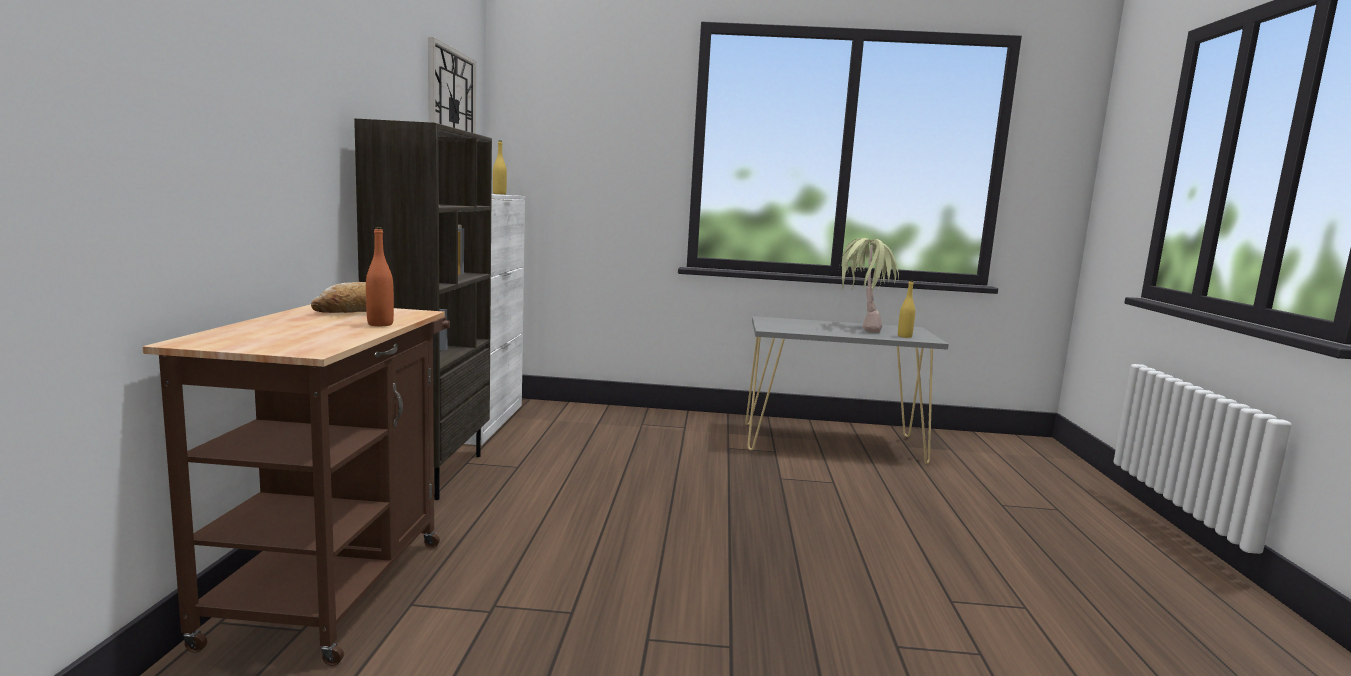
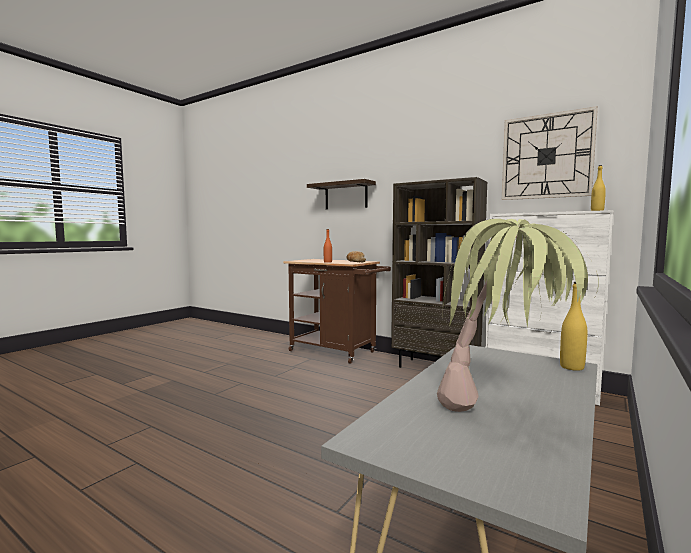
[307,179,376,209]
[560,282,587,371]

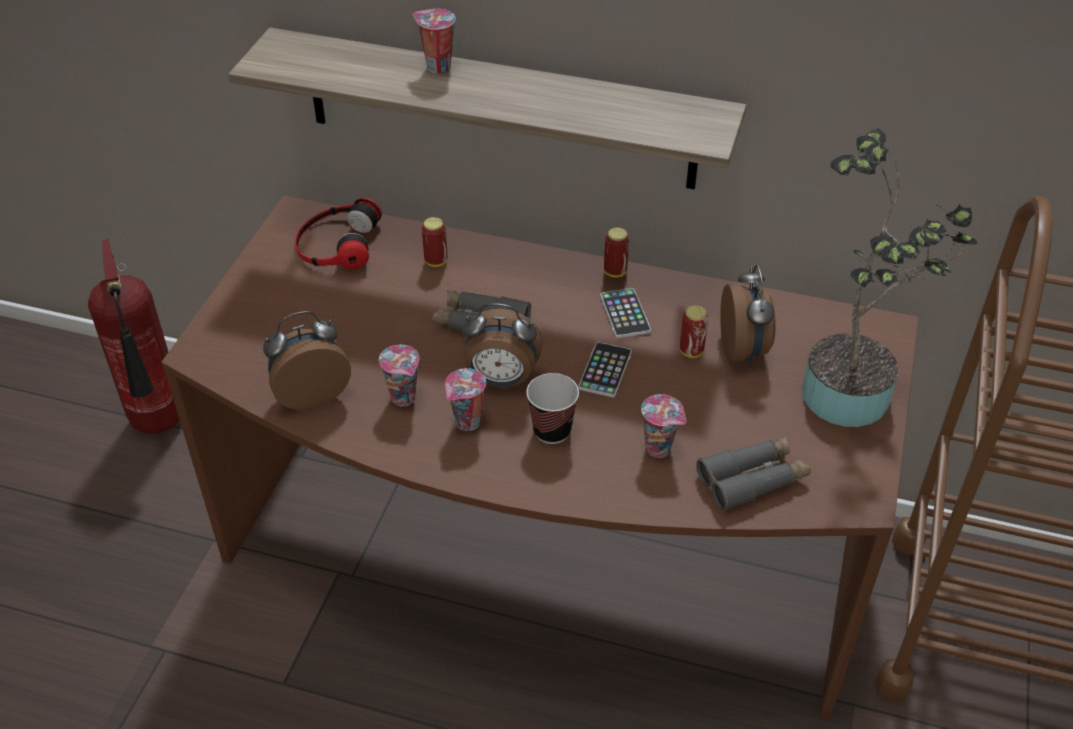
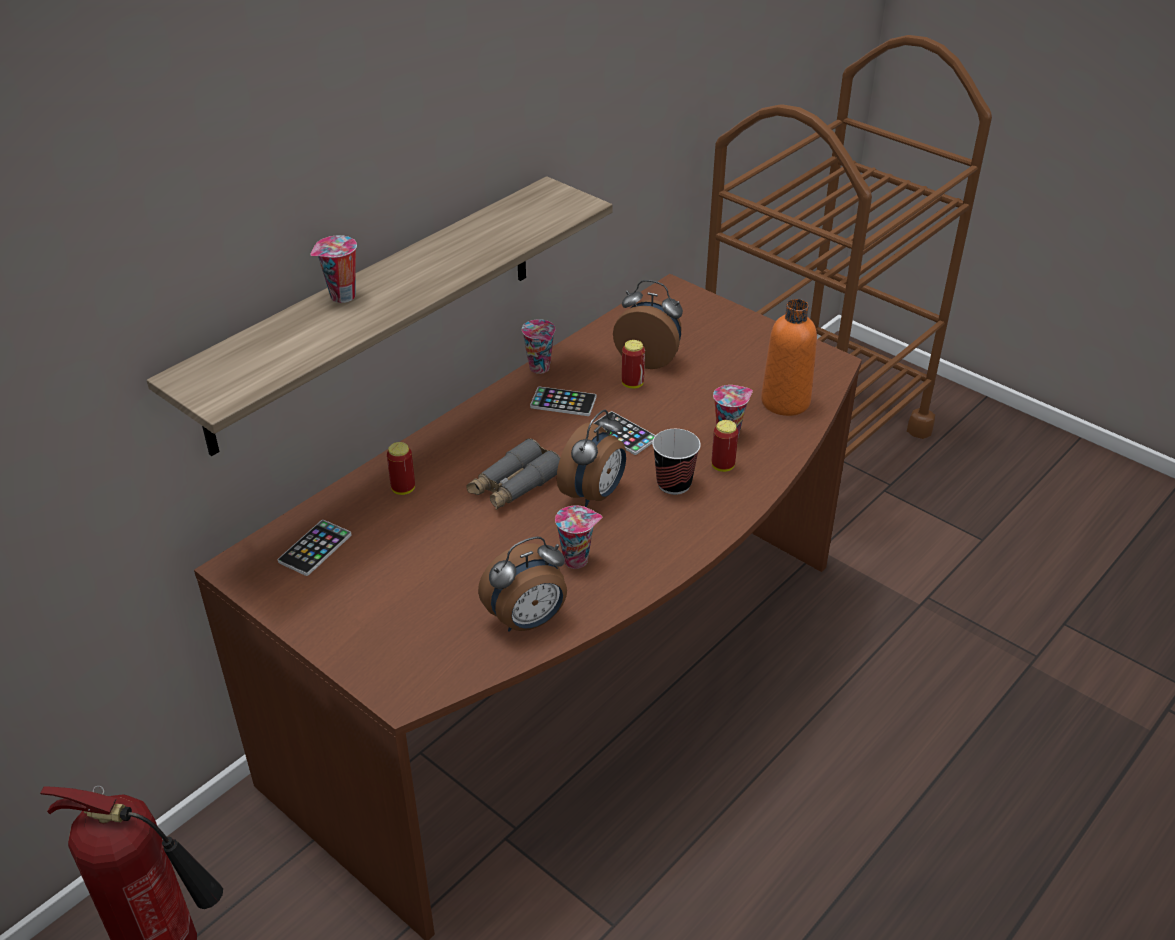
[278,520,352,576]
[478,536,567,632]
[522,319,556,374]
[712,420,738,472]
[761,299,817,416]
[802,128,977,427] (first image)

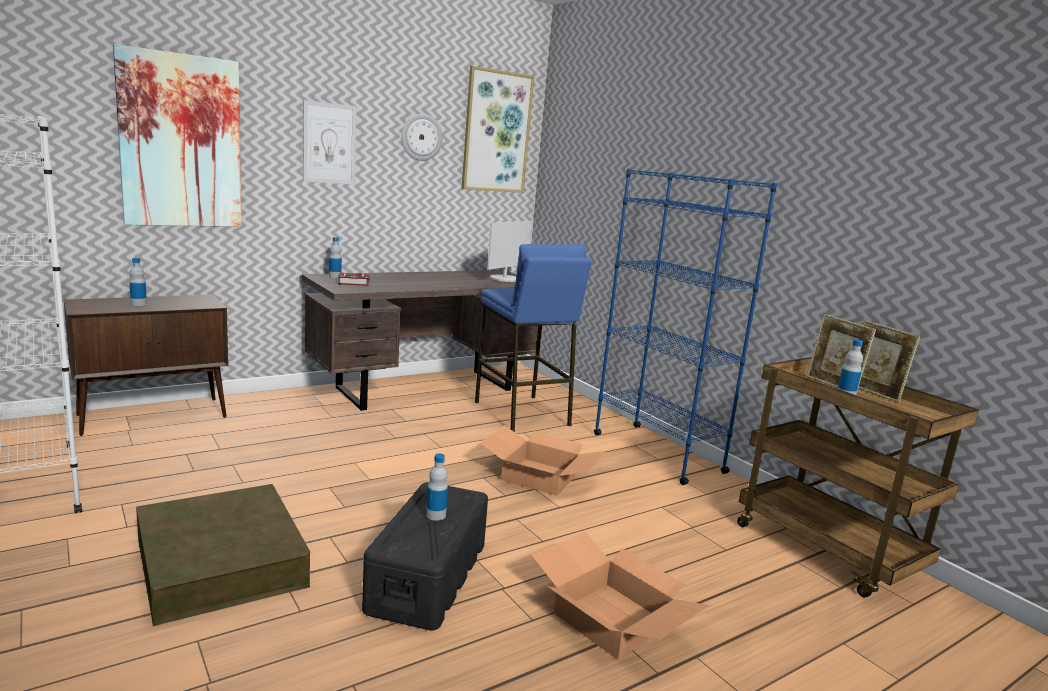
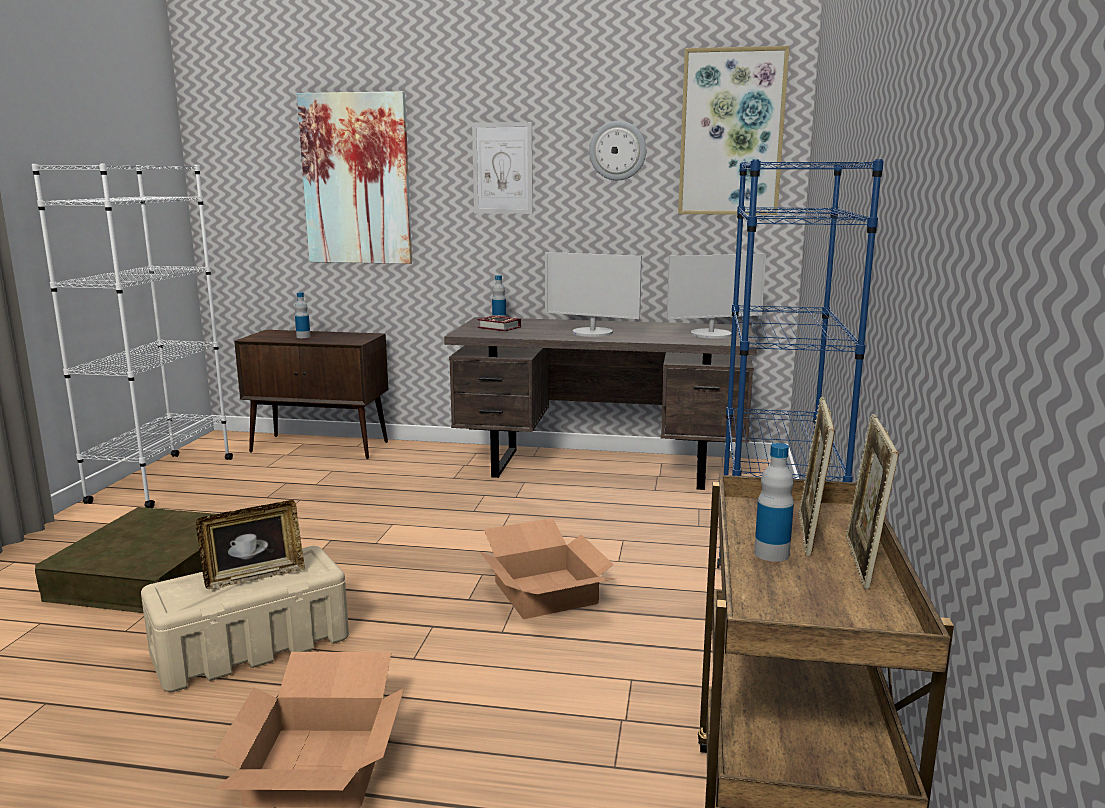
[141,546,349,692]
[196,500,305,589]
[545,252,642,337]
[475,243,591,432] (first image)

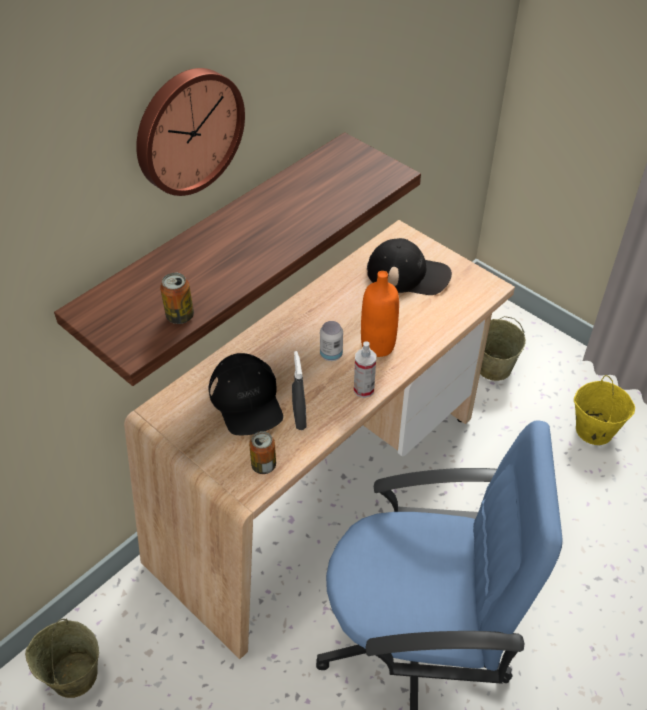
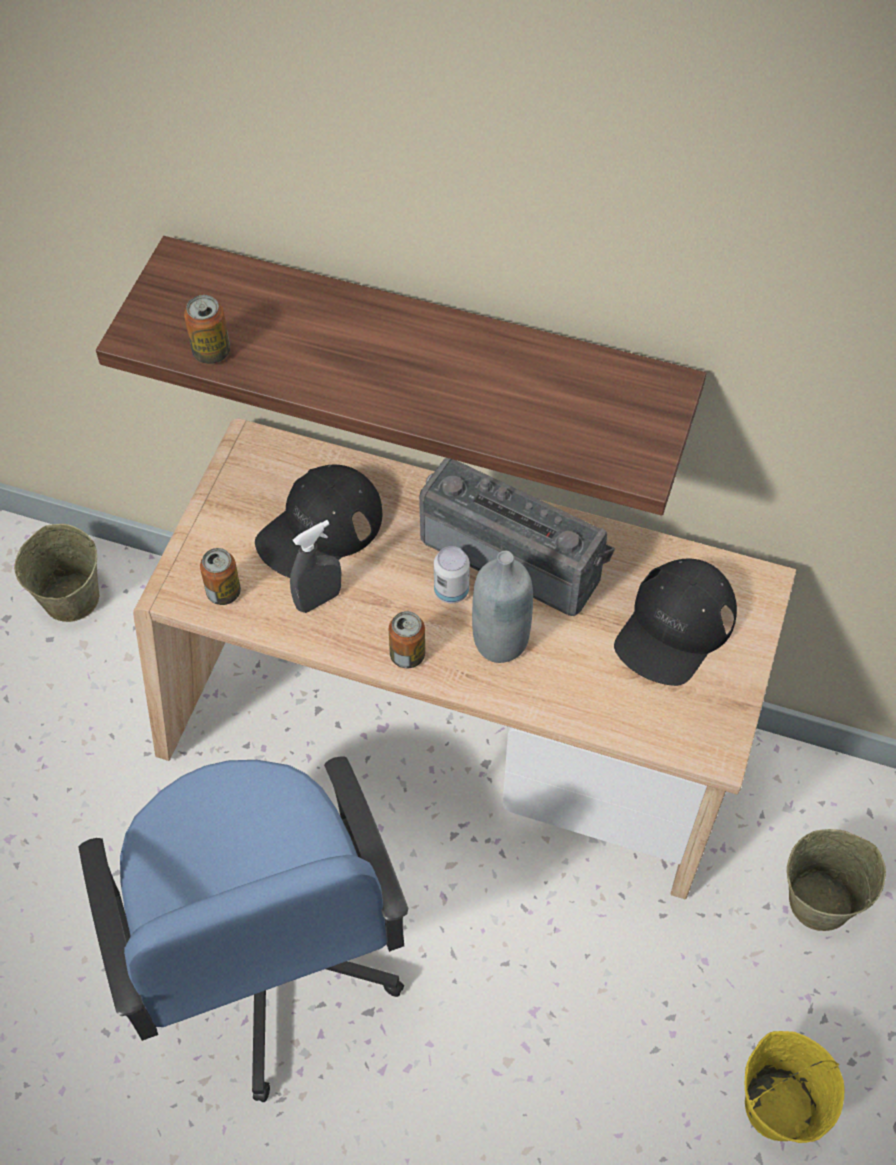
[389,611,425,668]
[419,458,615,616]
[472,551,533,663]
[614,558,737,686]
[136,68,245,196] (first image)

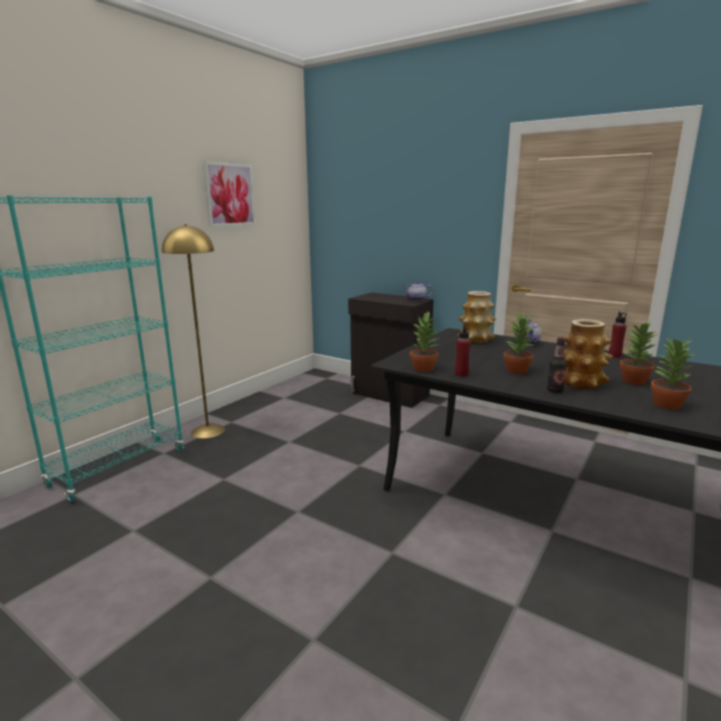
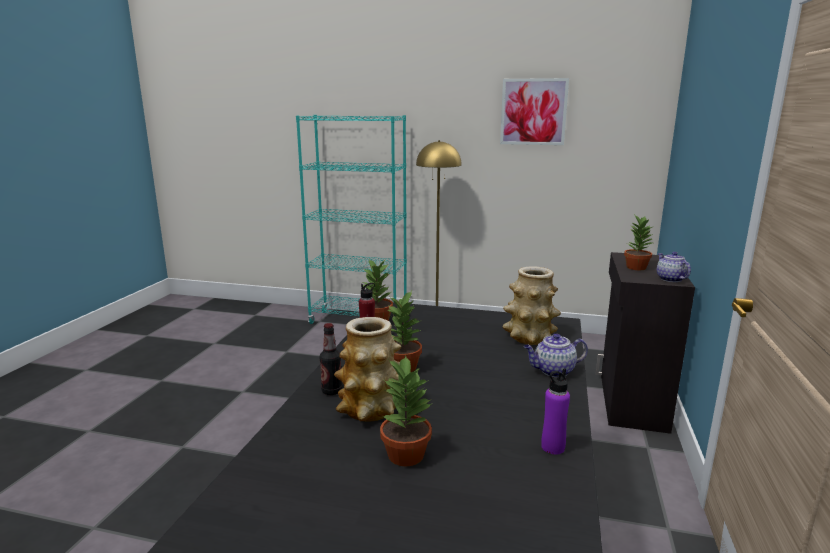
[541,368,570,455]
[624,214,653,270]

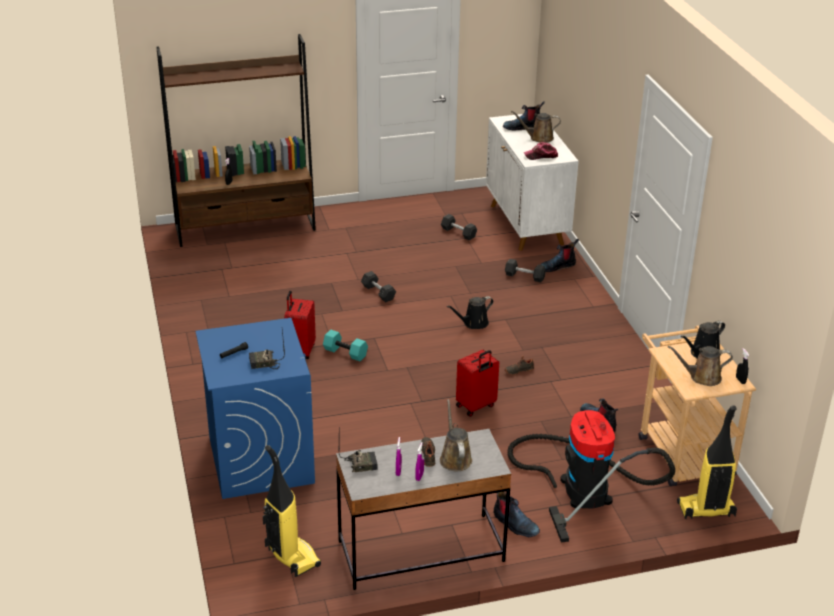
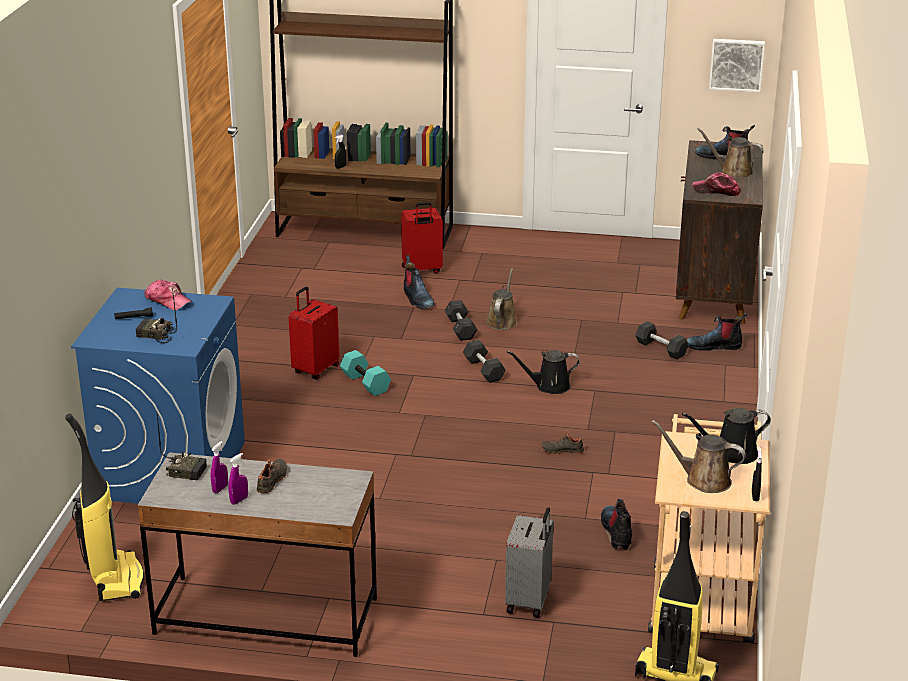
[144,279,193,310]
[401,202,443,274]
[404,255,435,309]
[463,340,506,383]
[486,268,517,330]
[505,507,554,618]
[676,140,763,324]
[709,39,765,92]

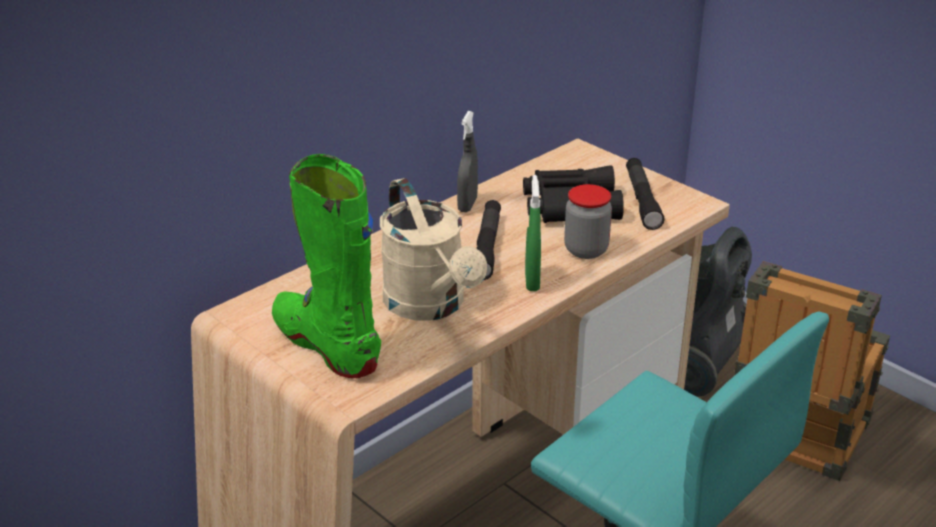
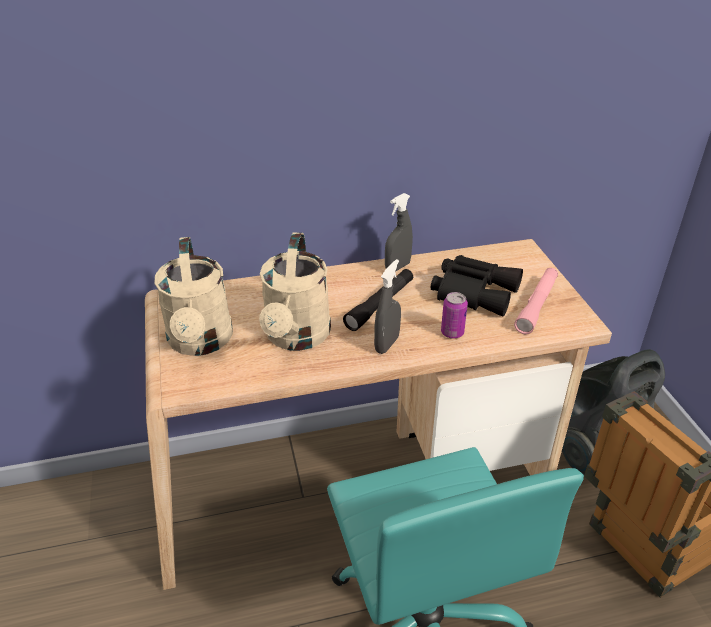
[154,237,233,356]
[374,259,401,354]
[441,292,468,339]
[514,268,558,334]

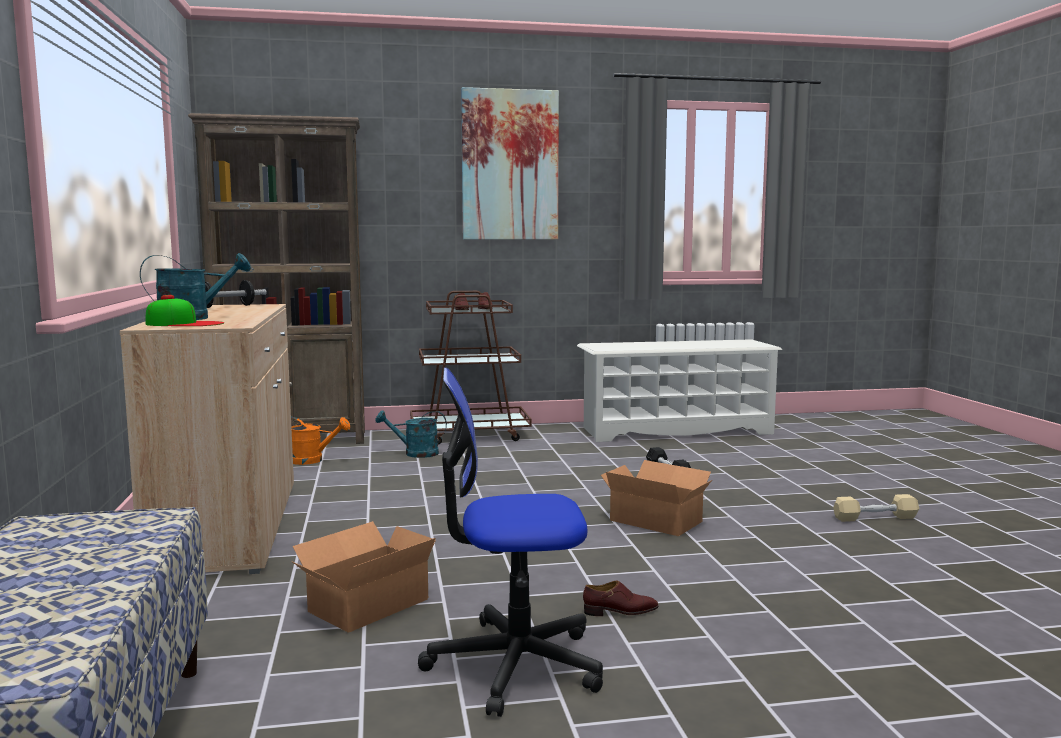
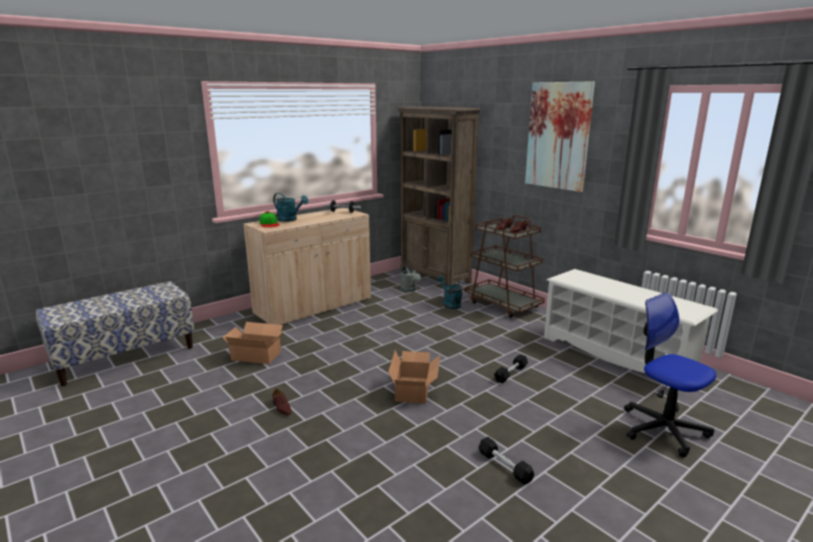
[401,265,421,292]
[478,437,534,484]
[624,293,716,457]

